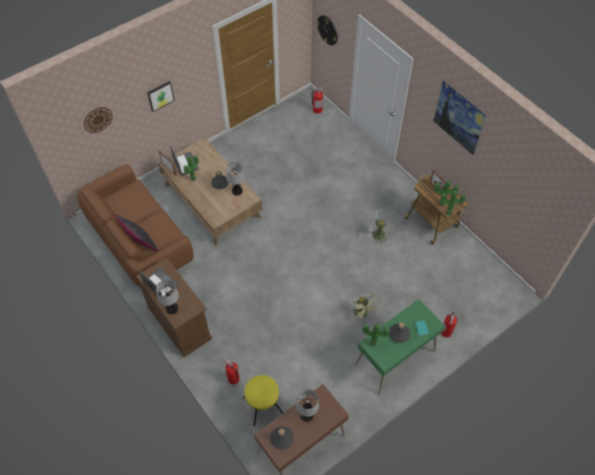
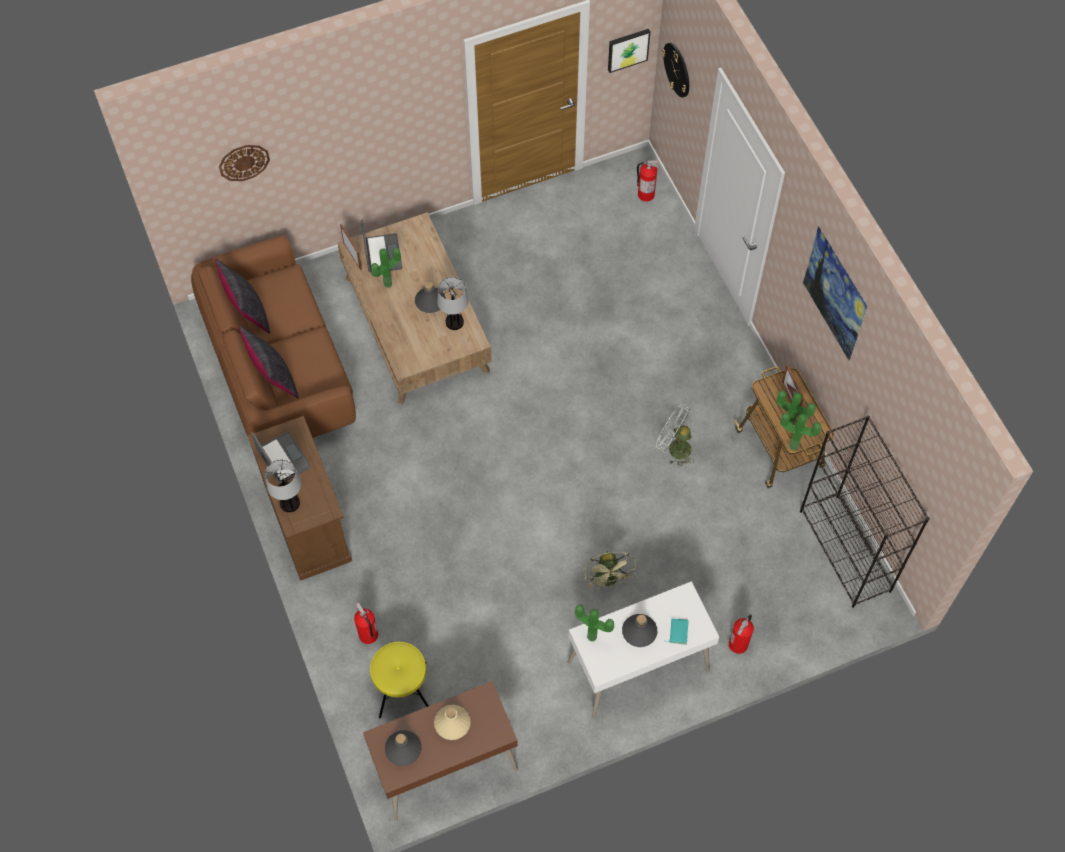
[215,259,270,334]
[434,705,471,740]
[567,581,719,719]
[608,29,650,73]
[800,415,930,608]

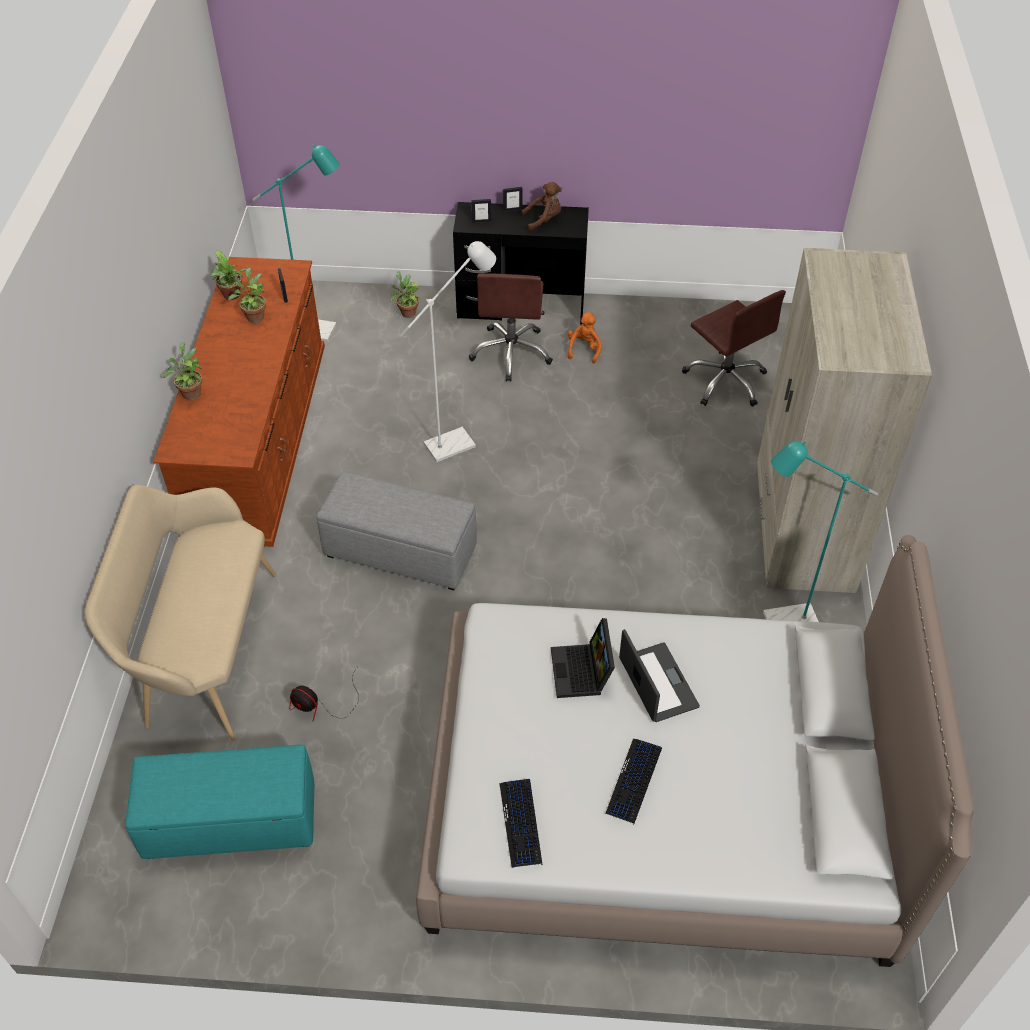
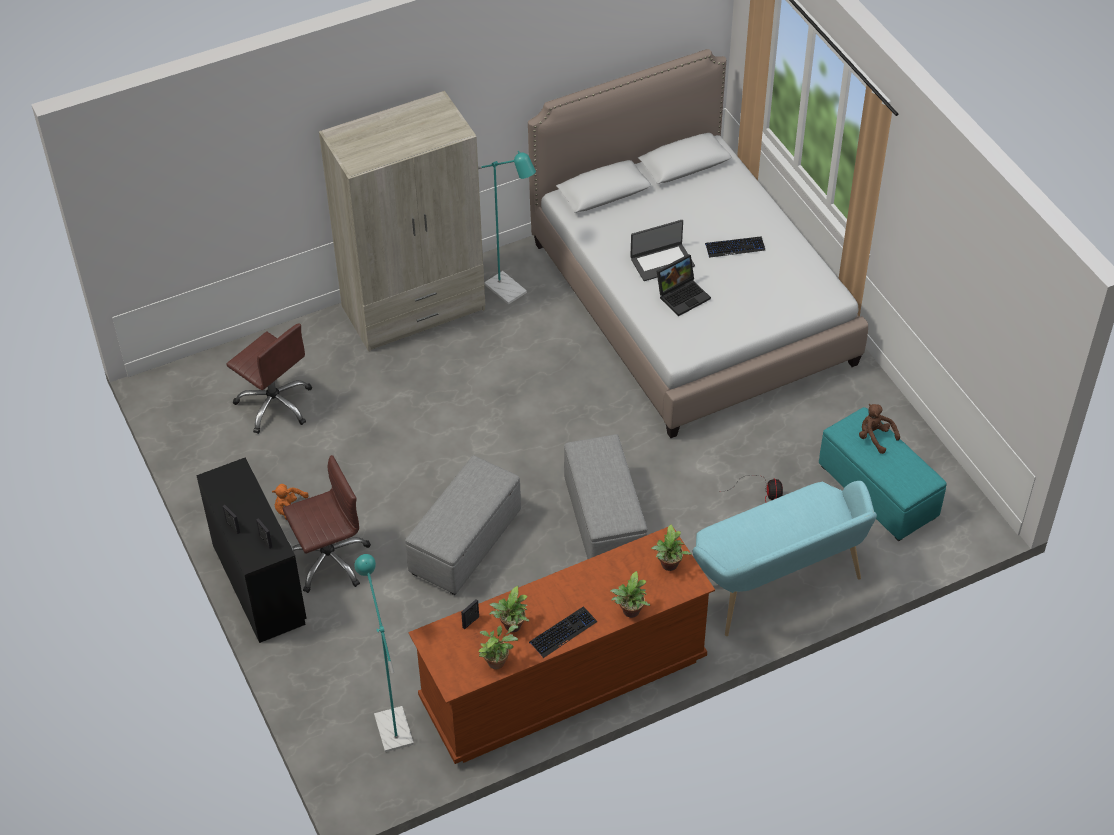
[226,323,312,434]
[405,456,521,595]
[529,606,597,658]
[630,220,695,281]
[651,524,692,571]
[693,481,877,636]
[859,404,900,454]

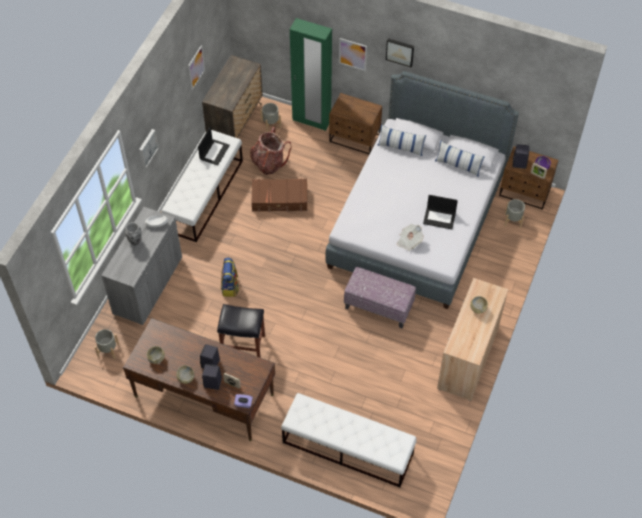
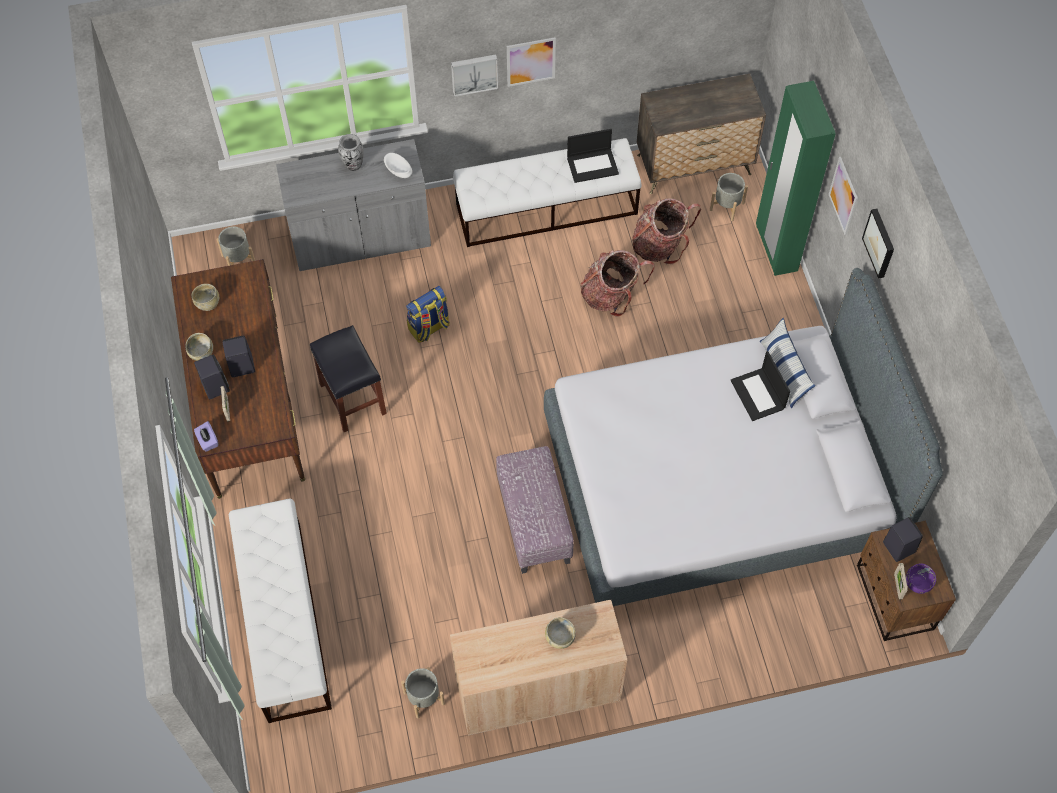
[401,667,445,718]
[507,37,556,87]
[580,250,655,317]
[731,351,790,421]
[329,93,382,154] (first image)
[397,224,424,251] (first image)
[435,141,485,177] (first image)

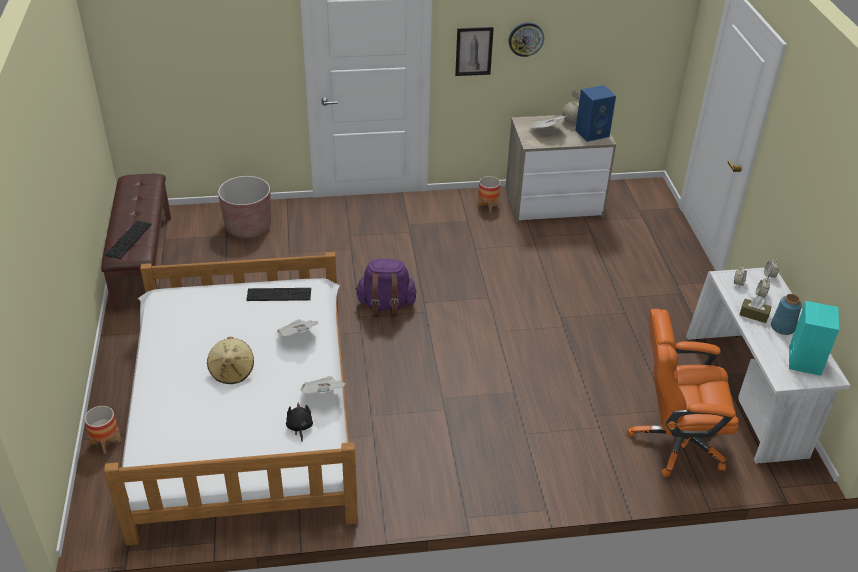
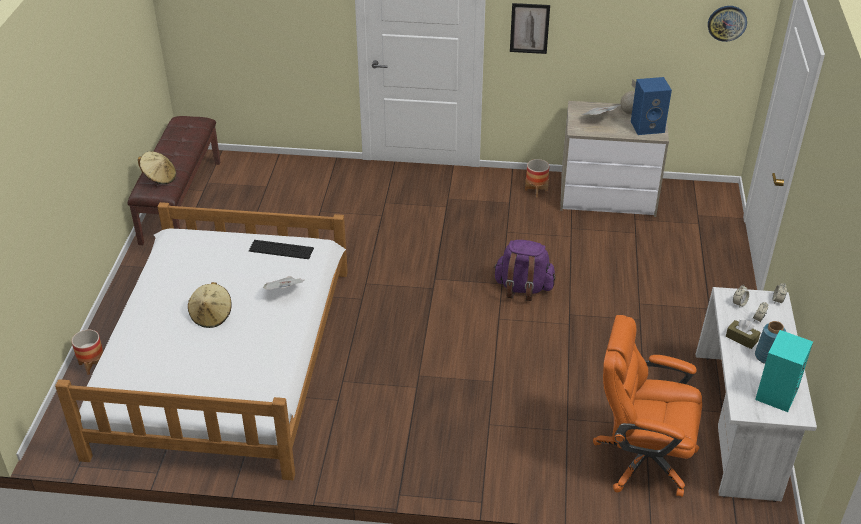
[138,151,176,184]
[493,240,555,301]
[708,6,747,42]
[218,176,271,238] (first image)
[286,403,313,442] (first image)
[300,376,346,394] (first image)

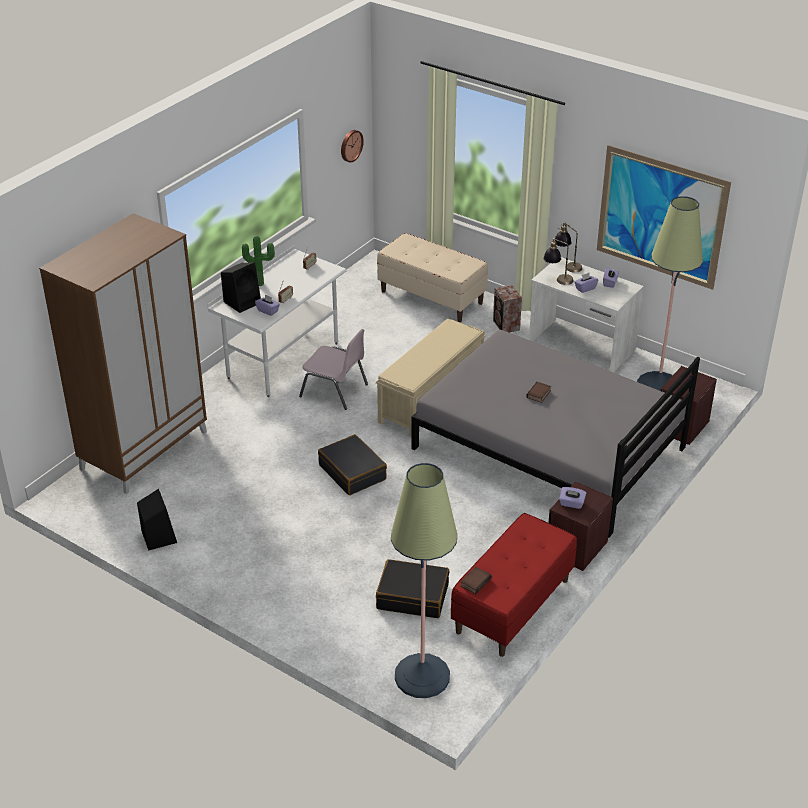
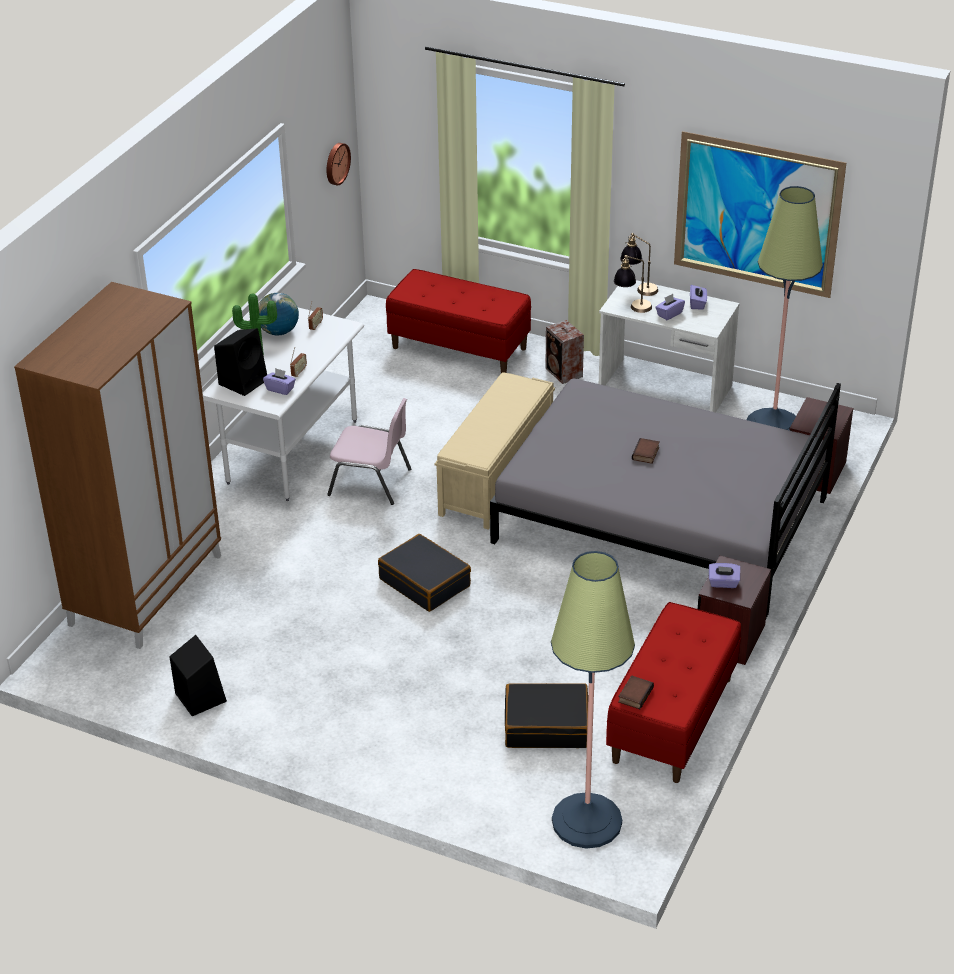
[258,293,299,335]
[386,269,531,373]

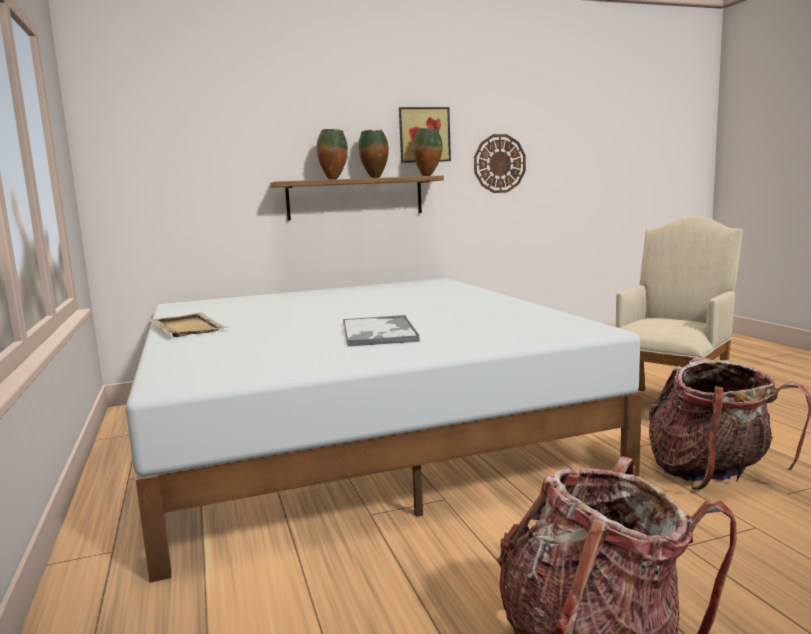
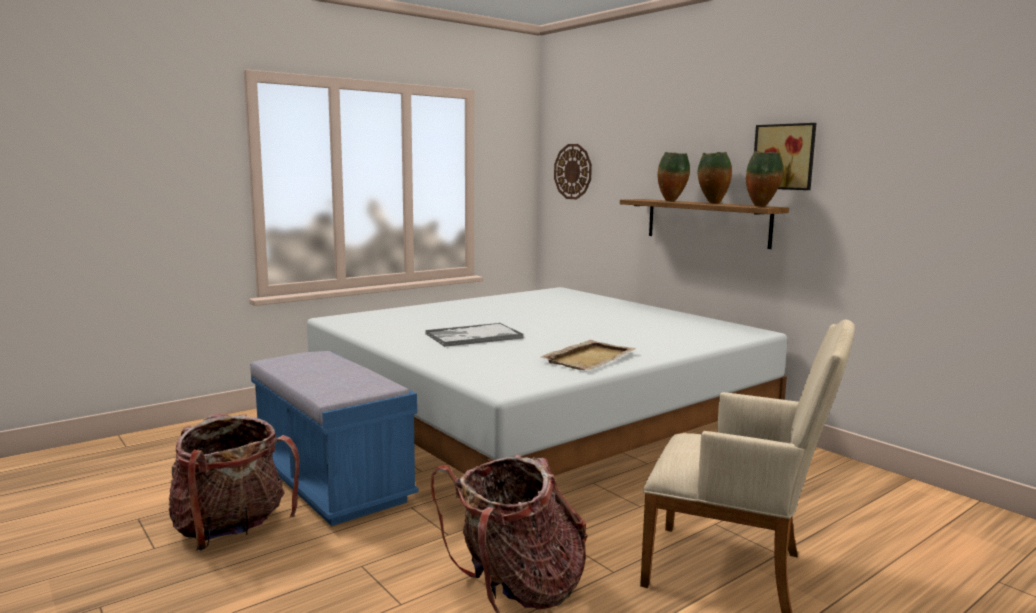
[250,351,419,526]
[540,340,636,370]
[554,144,592,200]

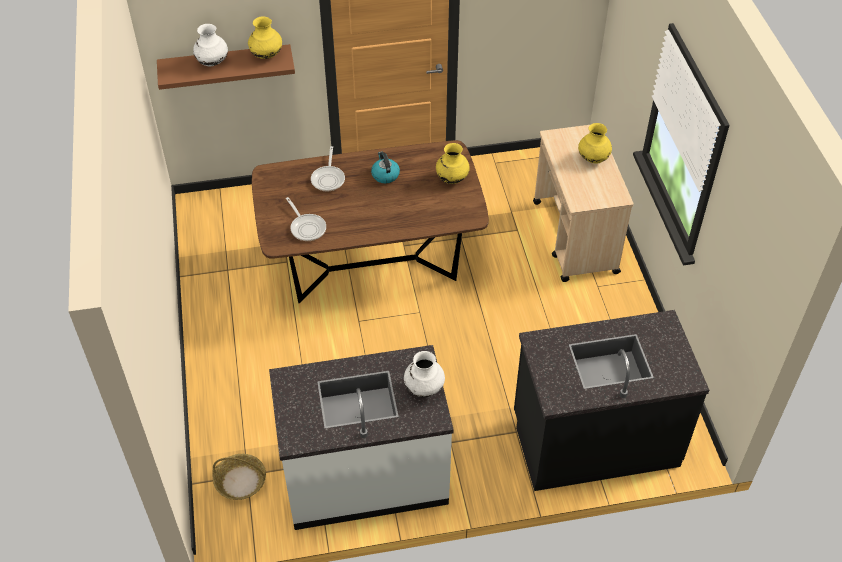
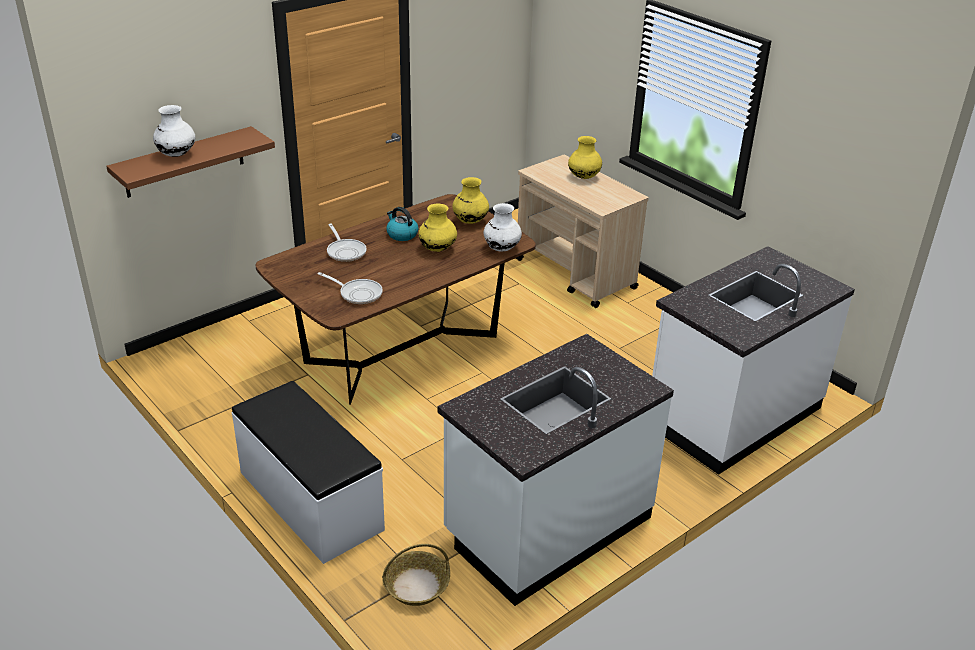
[232,381,385,564]
[419,204,457,252]
[483,203,522,252]
[652,246,855,475]

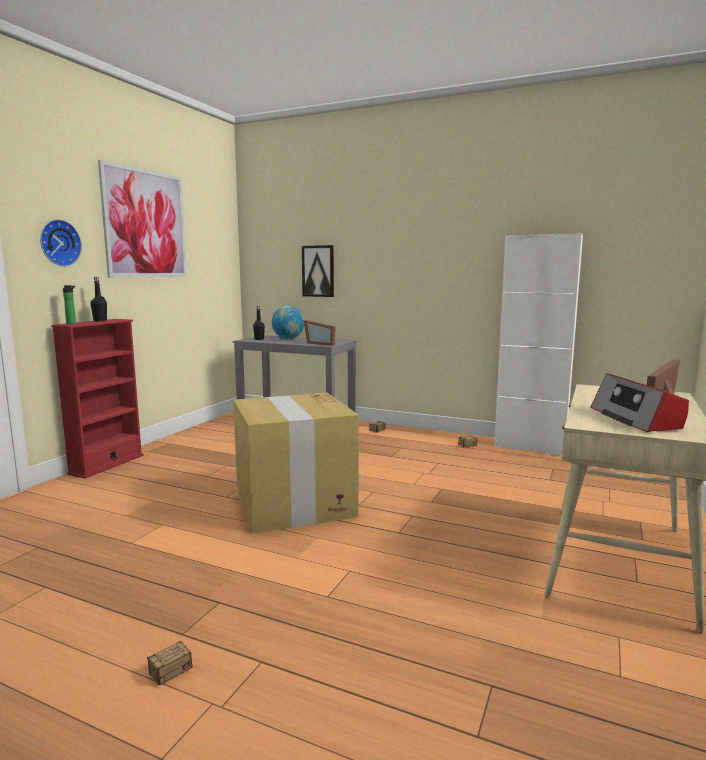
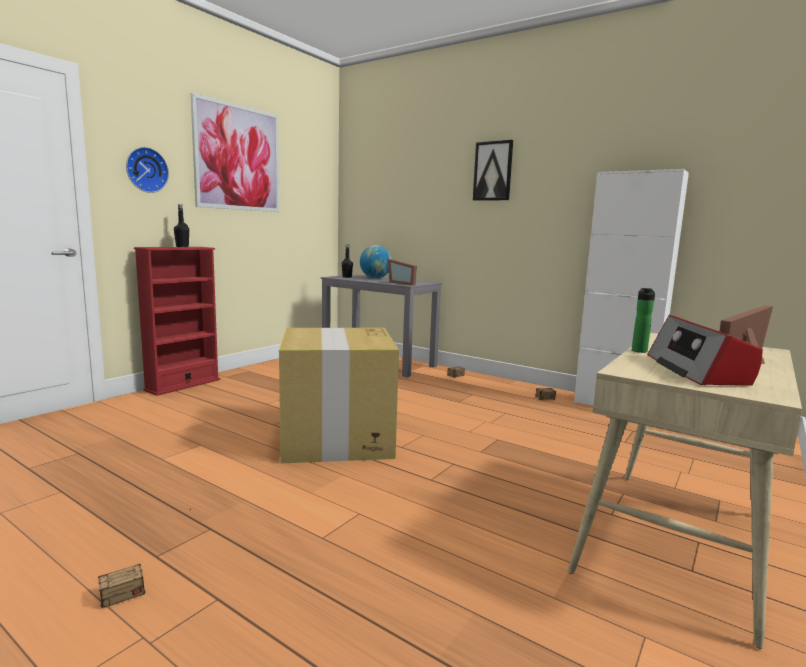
[473,140,513,201]
[632,288,655,353]

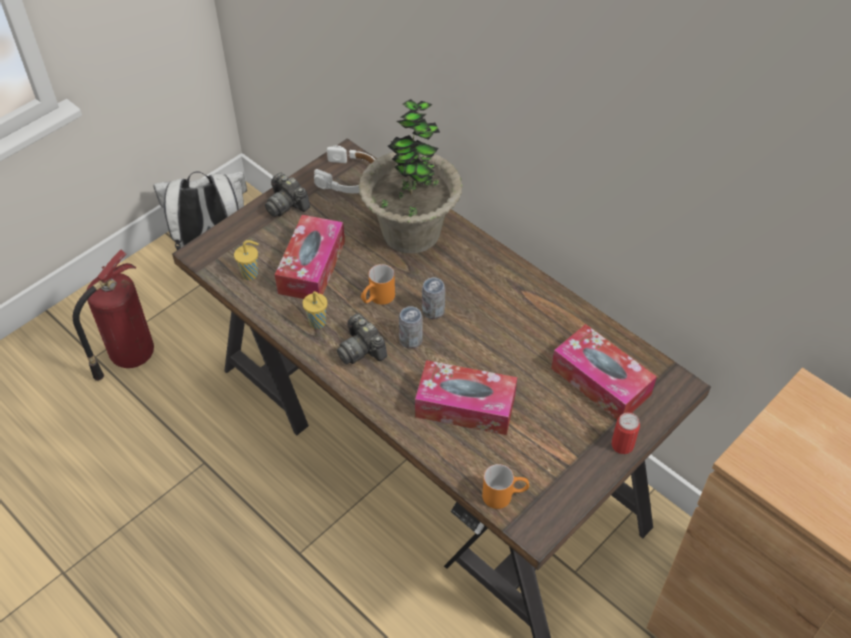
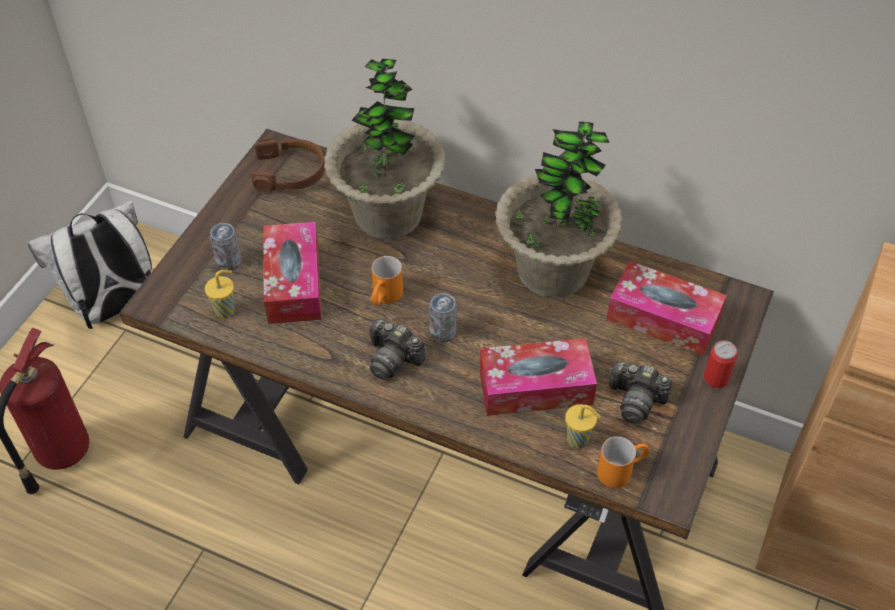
[210,223,242,271]
[251,138,325,192]
[495,121,623,298]
[565,404,601,449]
[609,361,672,424]

